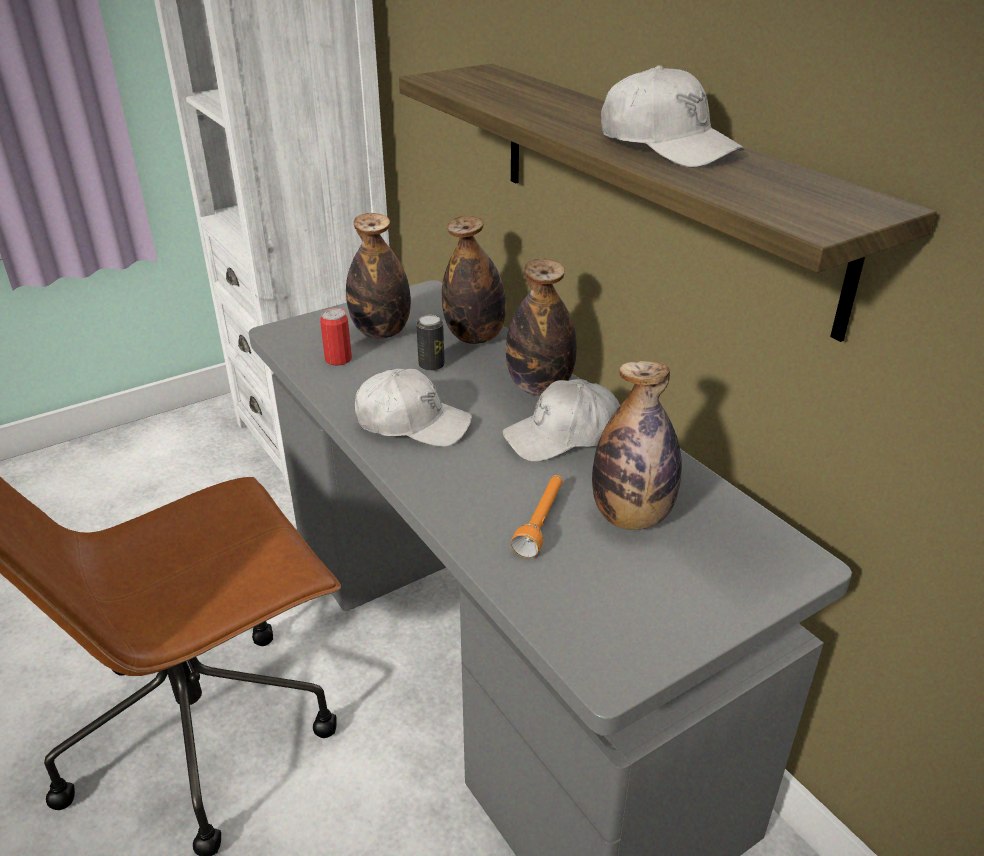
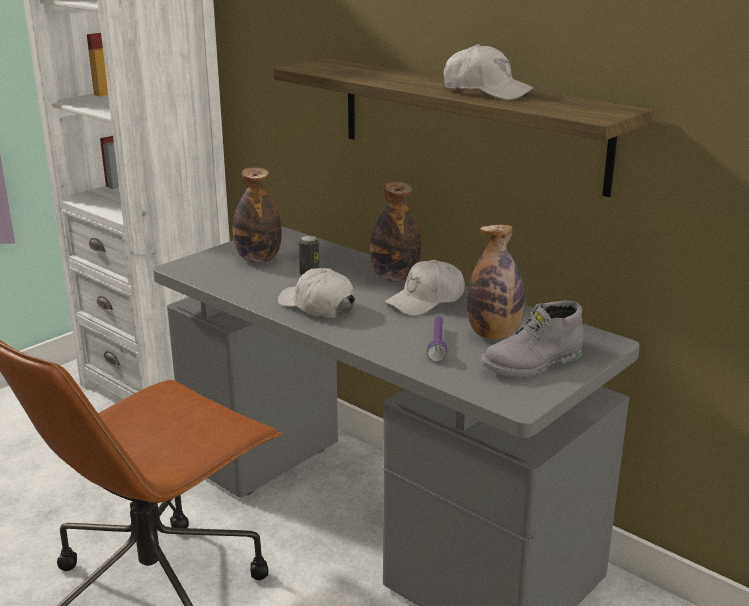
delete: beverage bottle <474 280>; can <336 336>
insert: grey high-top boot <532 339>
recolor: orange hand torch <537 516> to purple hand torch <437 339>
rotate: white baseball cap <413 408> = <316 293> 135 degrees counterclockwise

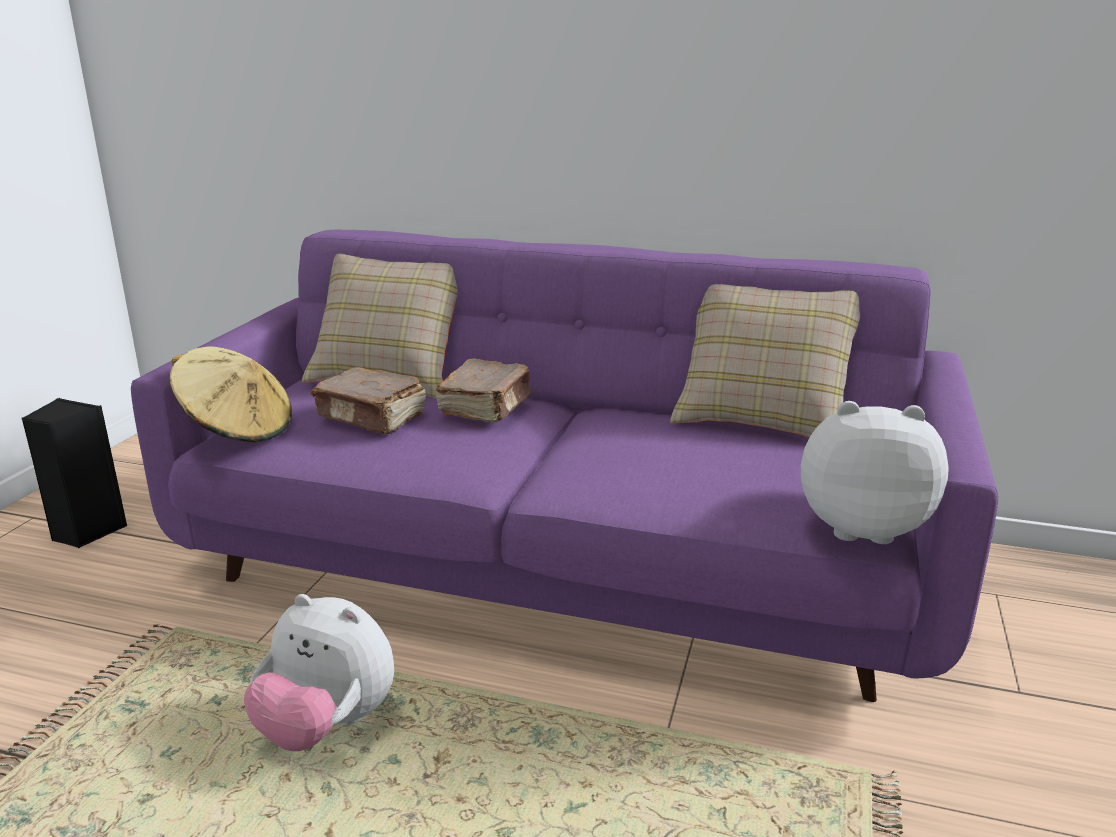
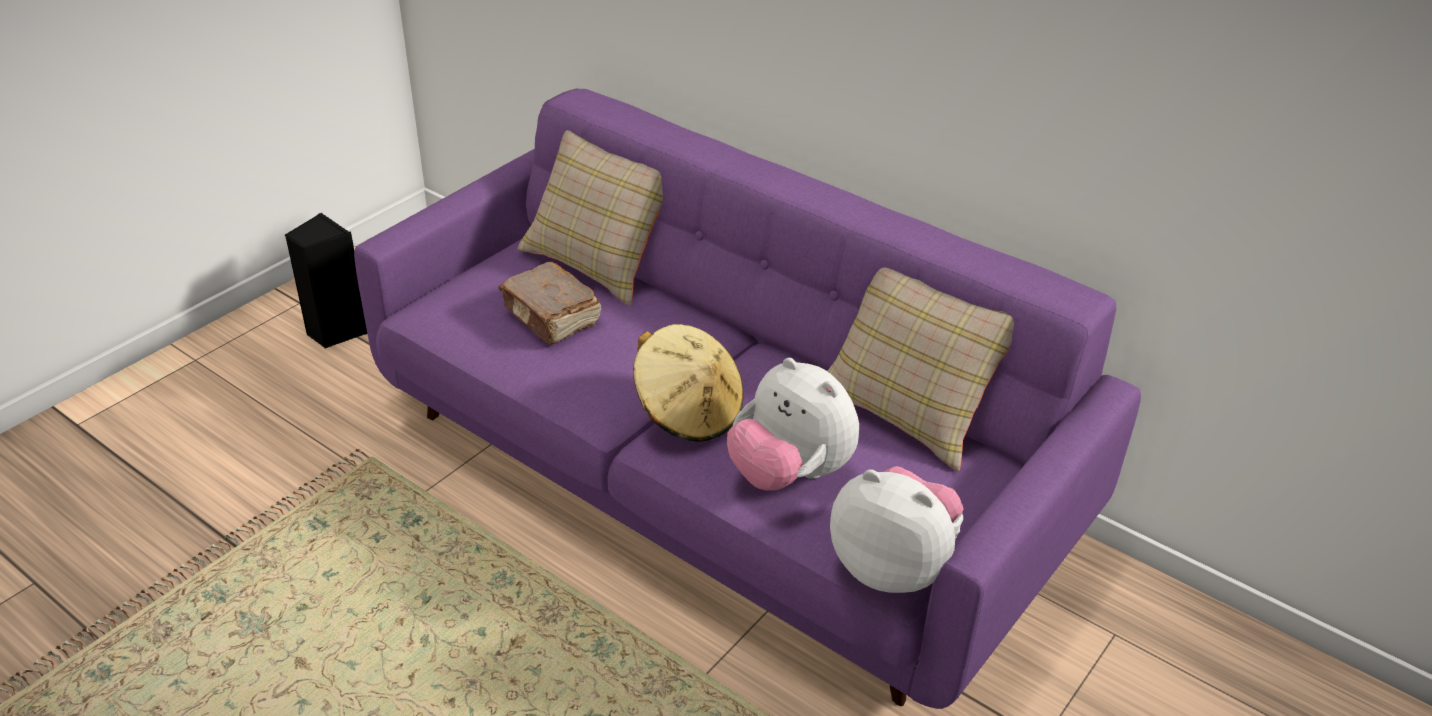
delete: brownish book <483 390>
move: sand-coloured clothing hat <230 394> to <688 383>; plush toy <319 672> to <793 424>

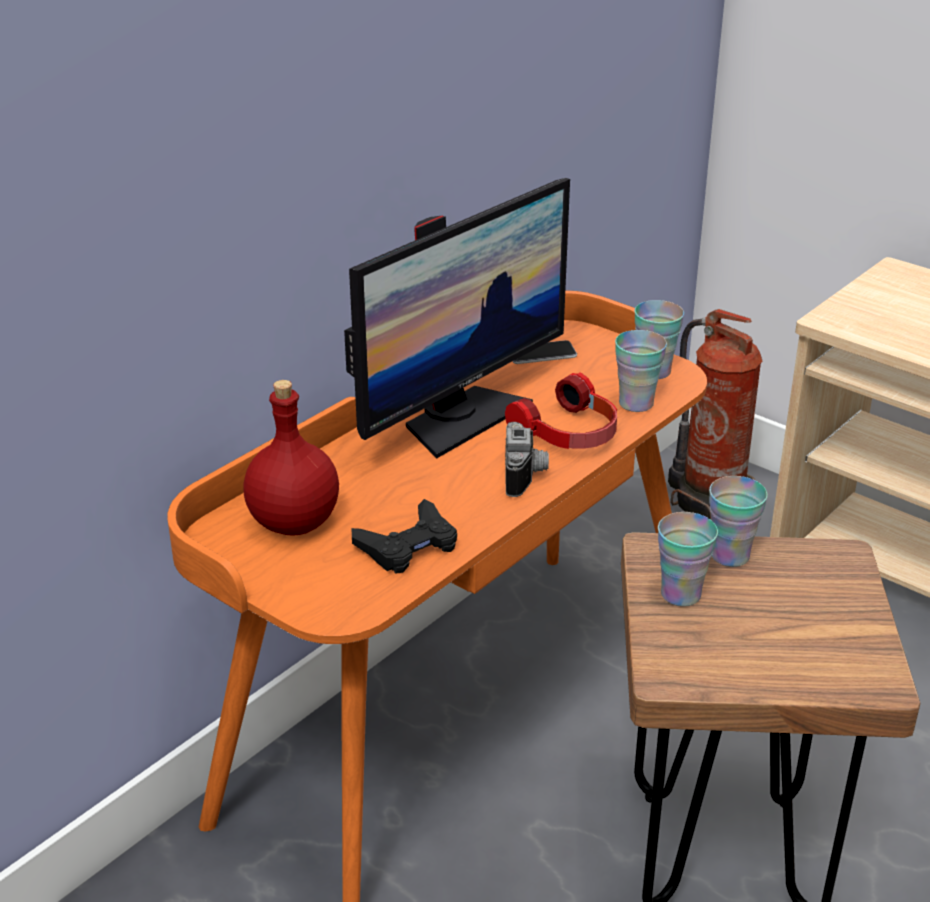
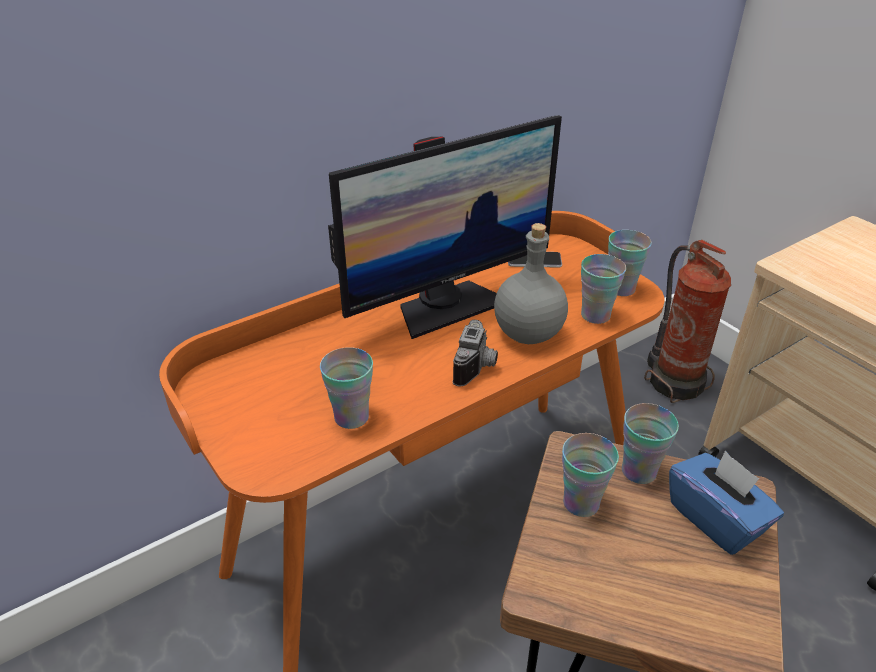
delete: red beverage bottle <291 458>
insert: blue box of tissues <726 502>
replace: headphones <561 410> to grey beverage bottle <531 283>; blackish gamepad <404 536> to drinking cup <346 388>

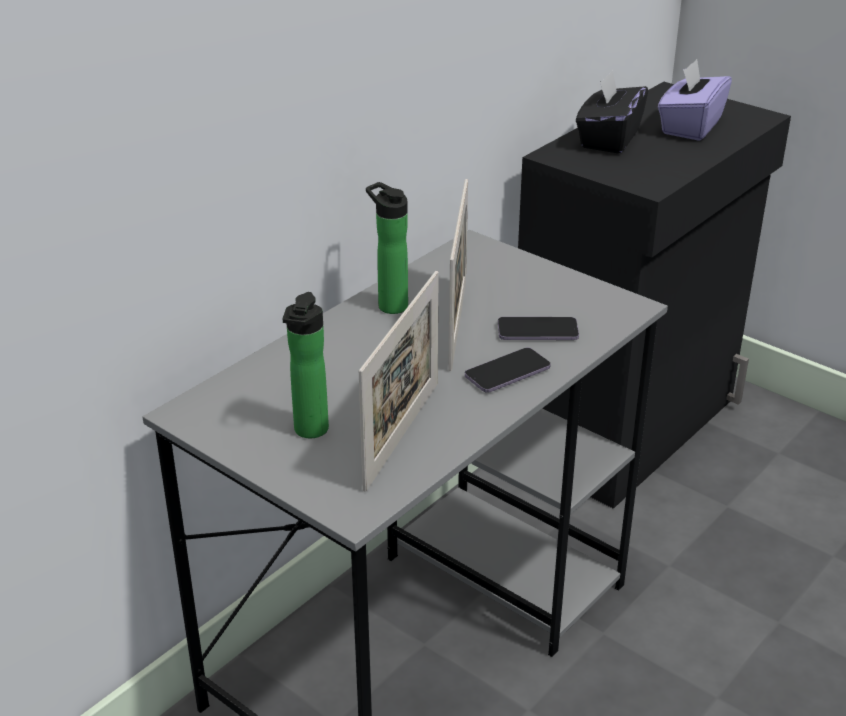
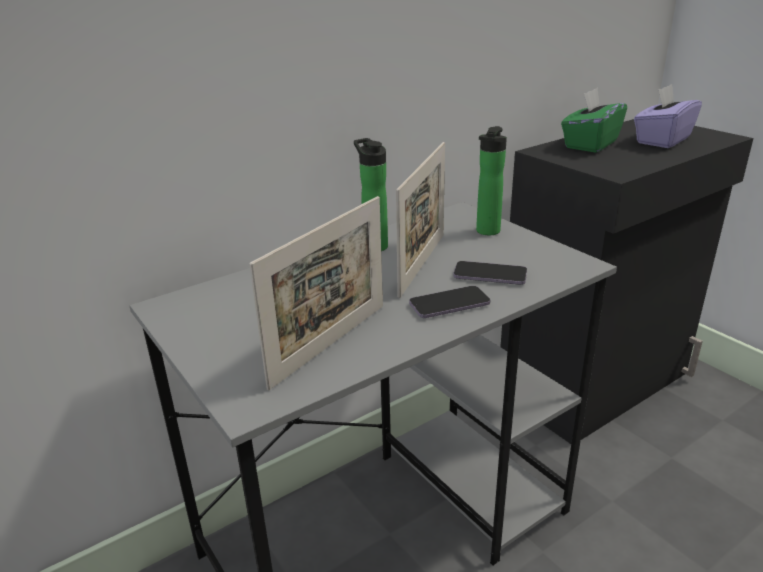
move: beverage bottle <306 365> to <491 180>
recolor: blackish box of tissues <612 112> to greenish box of tissues <594 120>

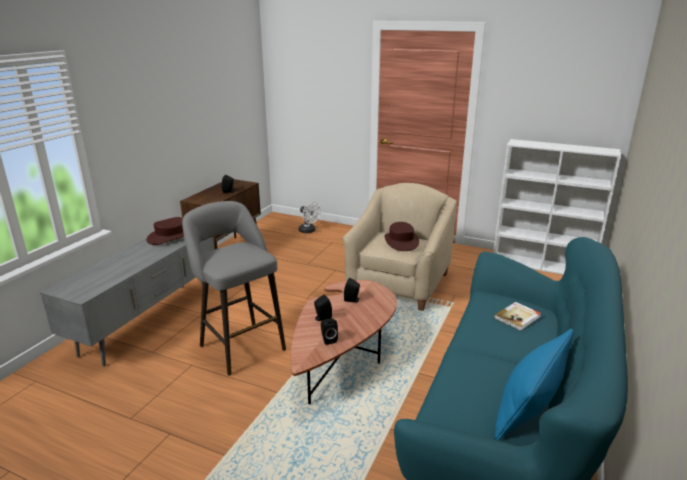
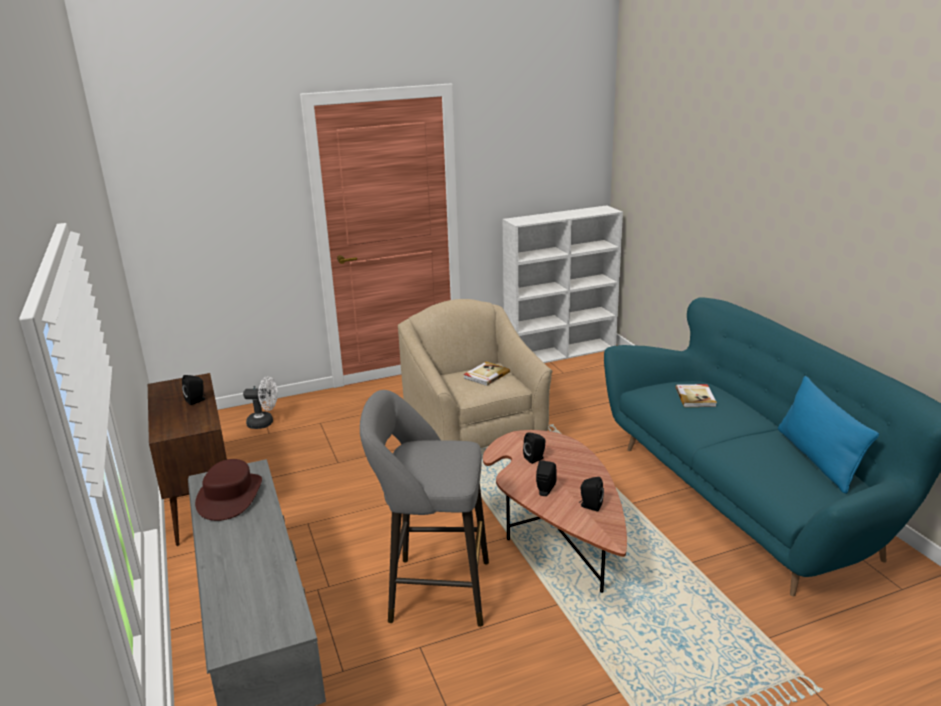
replace: brownish clothing hat <402 236> to book <486 374>

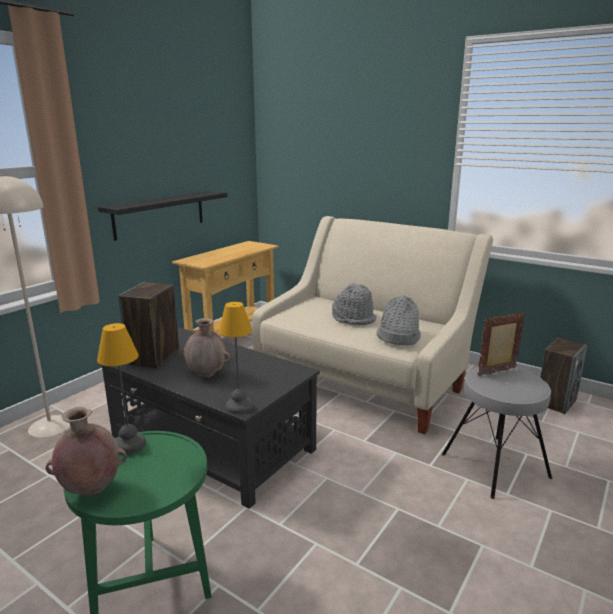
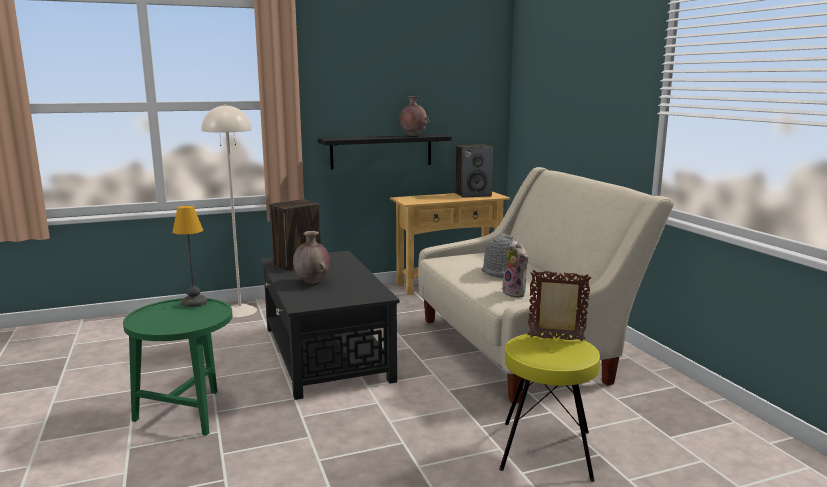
delete: tabletop lamp <236 358>
move: speaker <564 376> to <474 171>; brownish flower vase <86 451> to <413 116>
replace: grey clothing hat <398 320> to plush toy <515 269>
recolor: grey sitting stool <497 432> to yellow-coloured sitting stool <549 407>

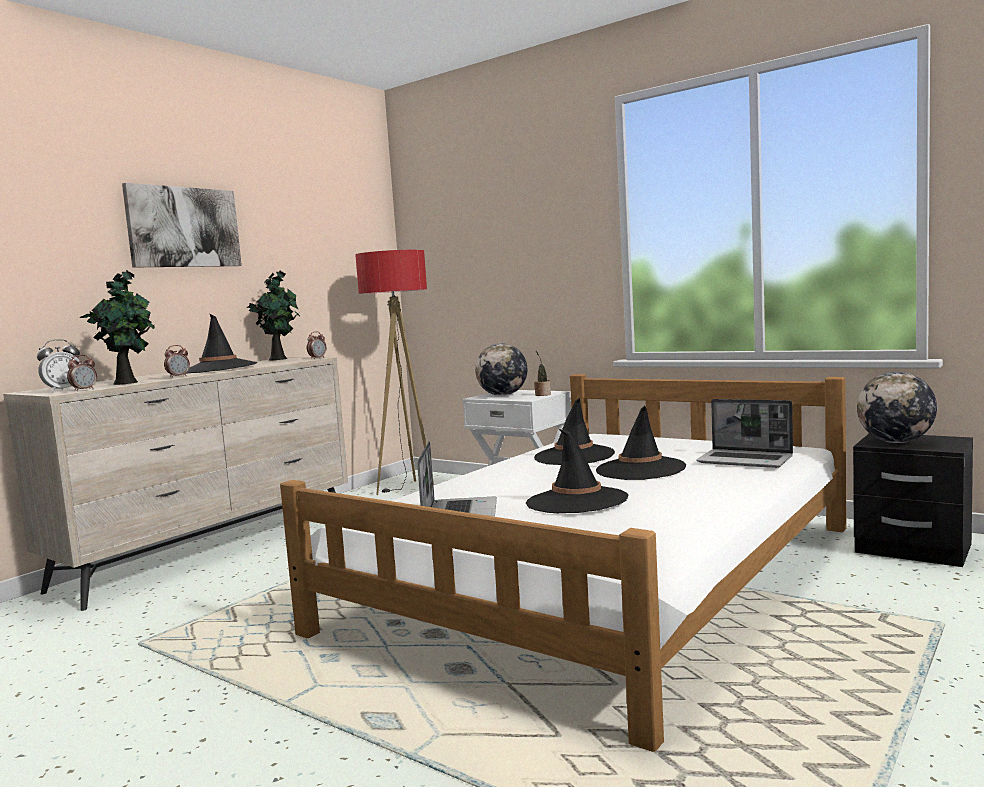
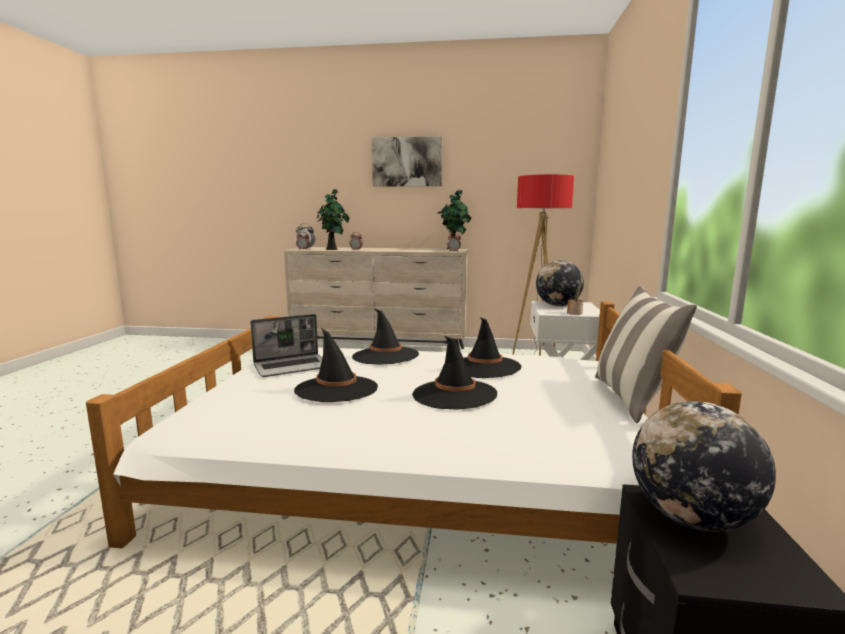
delete: portable computer <745 433>
insert: throw pillow <646 354>
move: blackish clothing hat <221 343> to <385 337>

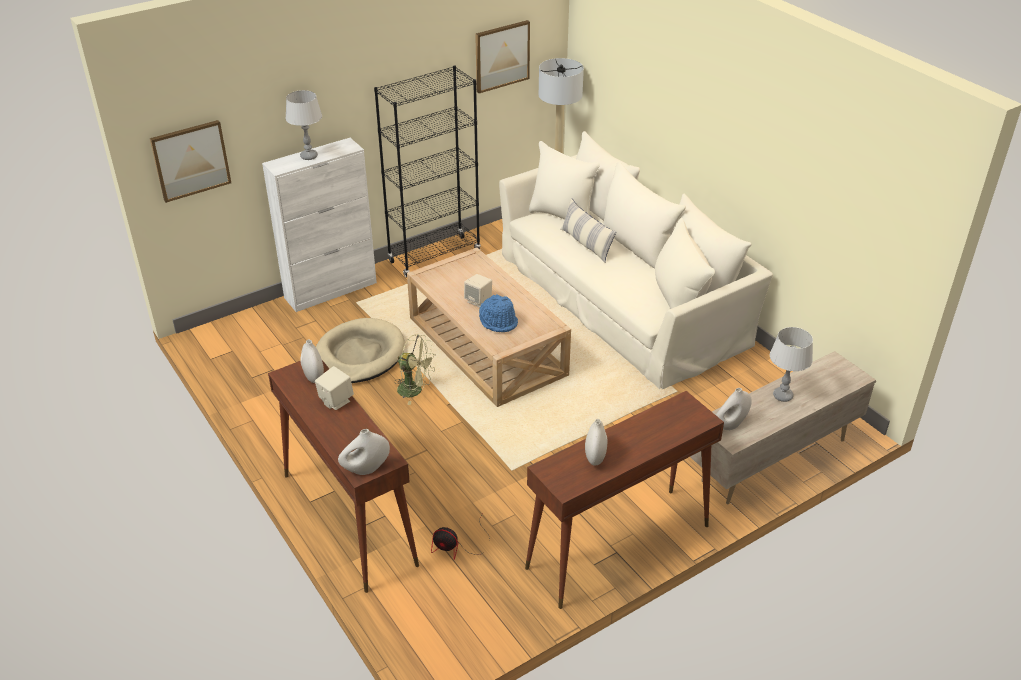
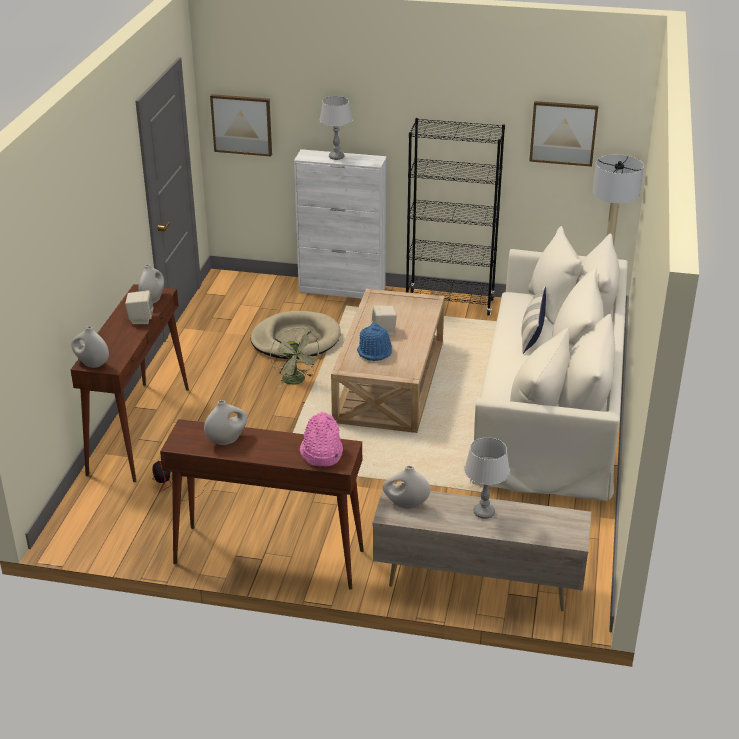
insert: pink-coloured clothing hat <321 439>

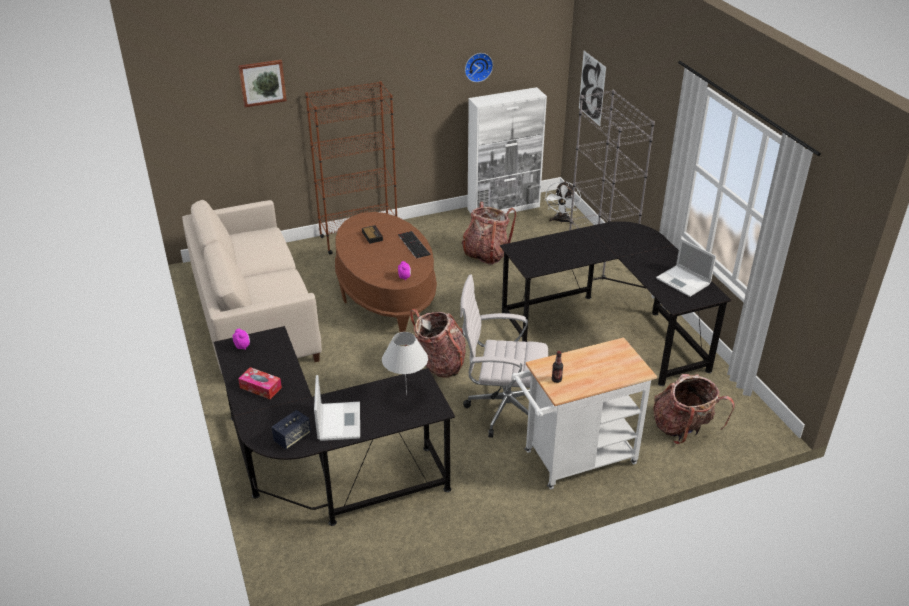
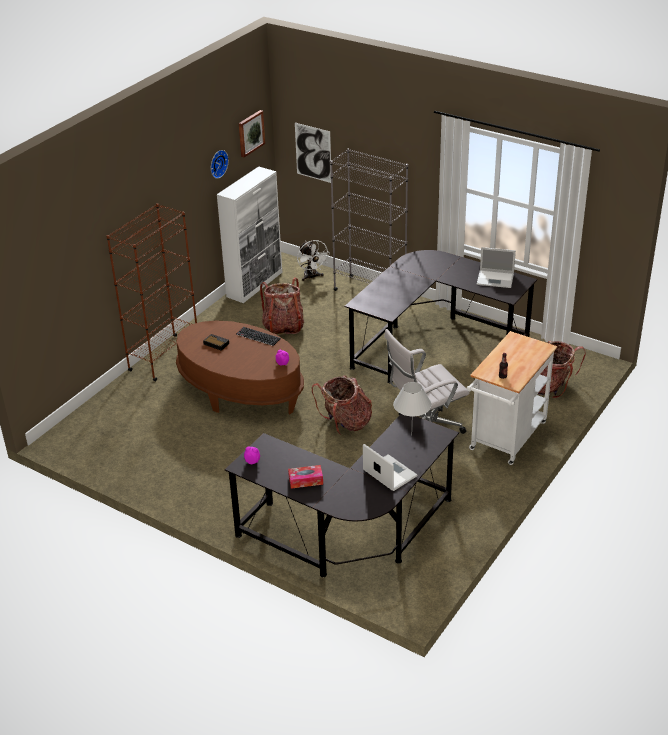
delete: sand-coloured couch <252 287>; speaker <291 429>
move: wall picture <262 83> to <252 133>

